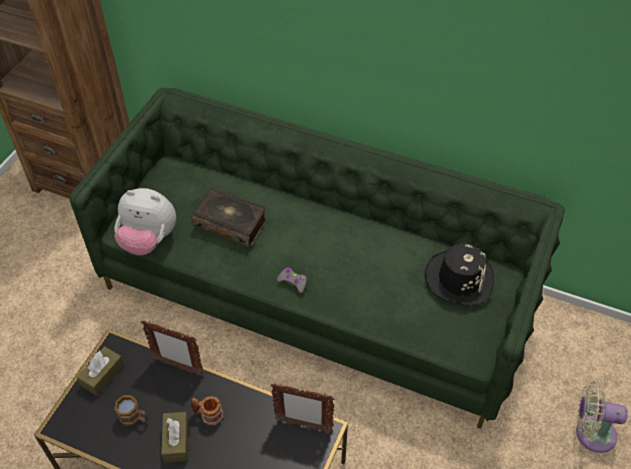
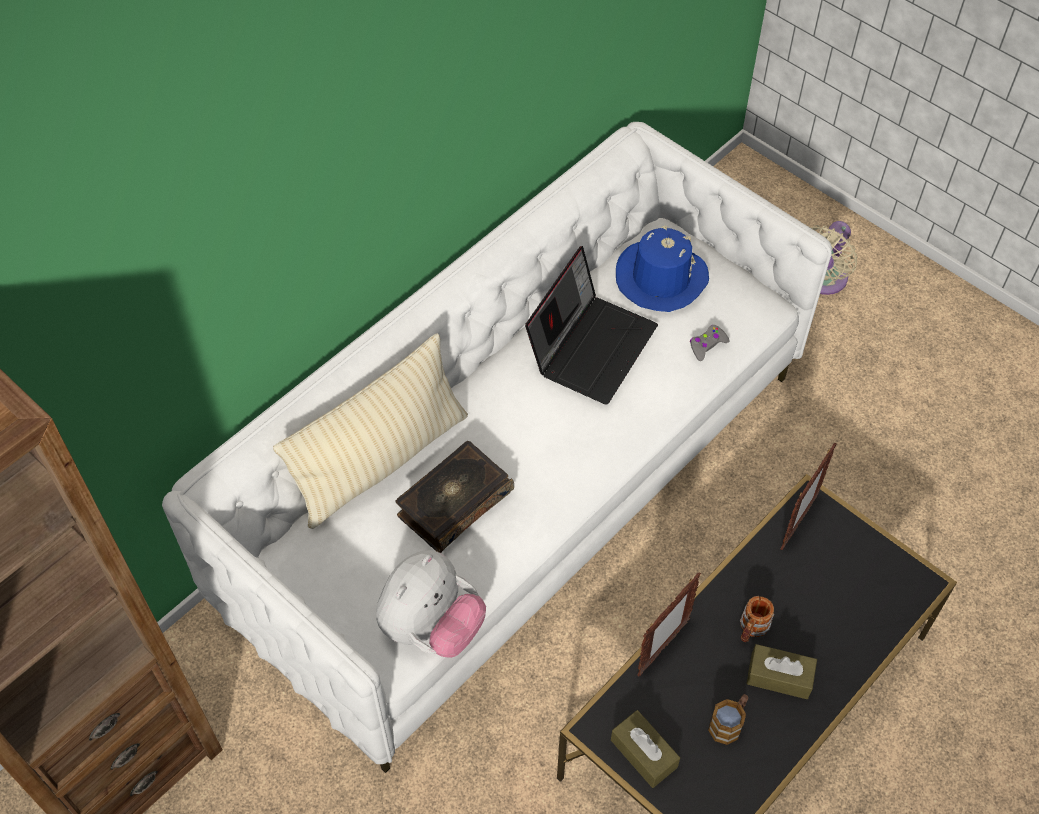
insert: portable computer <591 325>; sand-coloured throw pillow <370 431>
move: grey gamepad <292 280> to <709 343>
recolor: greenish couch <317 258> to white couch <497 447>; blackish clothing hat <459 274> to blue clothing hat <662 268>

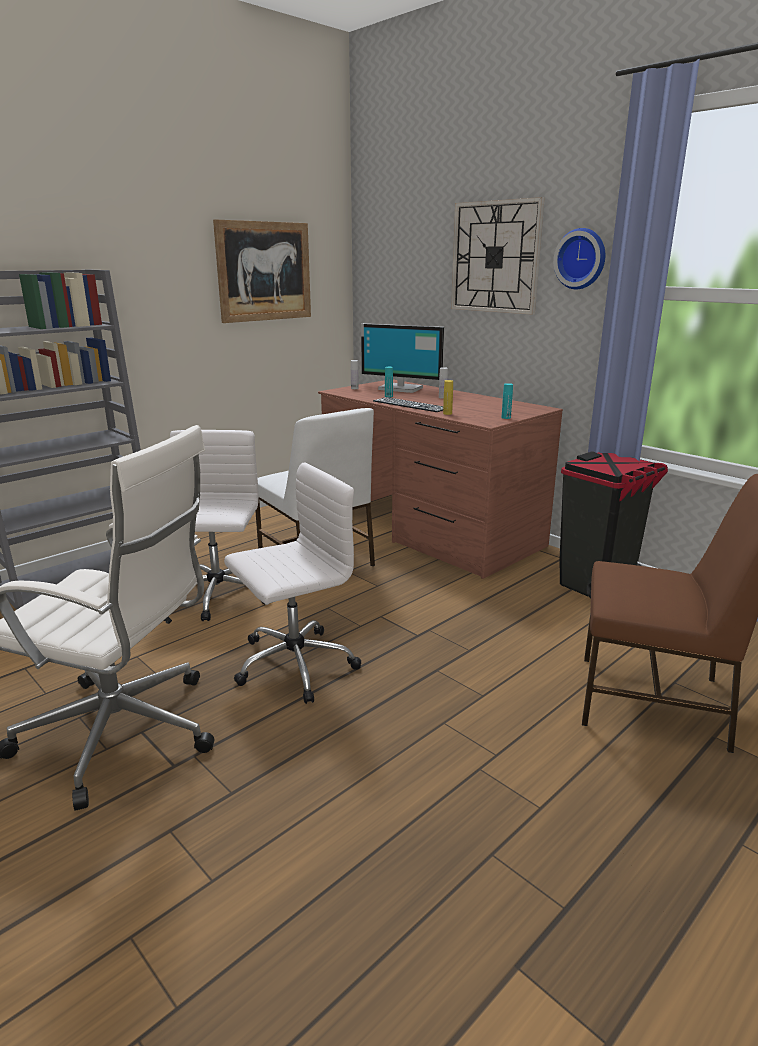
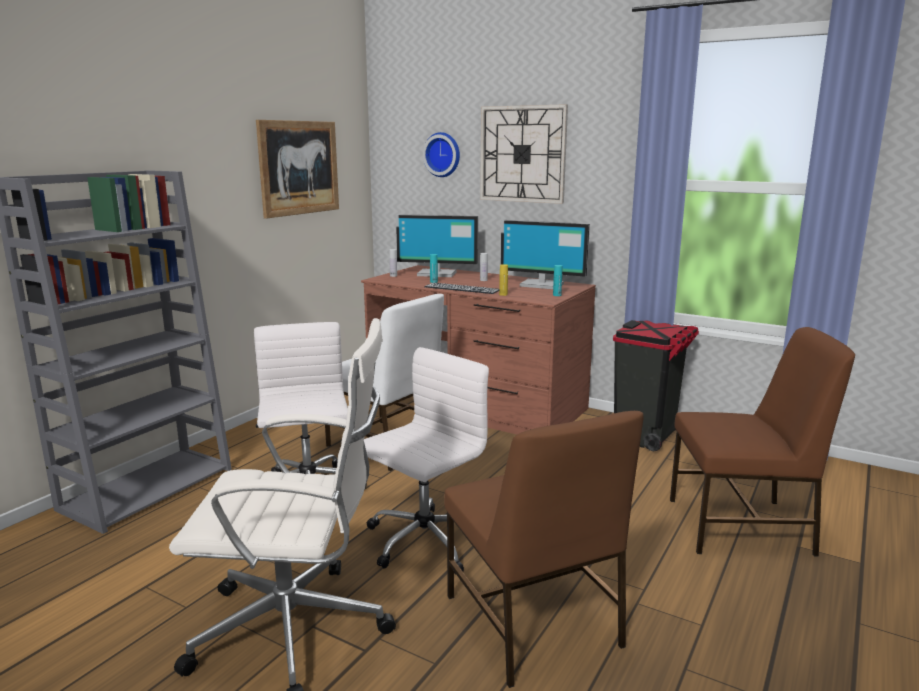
insert: monitor <545 254>; brownish plain chair <544 549>
move: hanging clock <579 258> to <441 154>

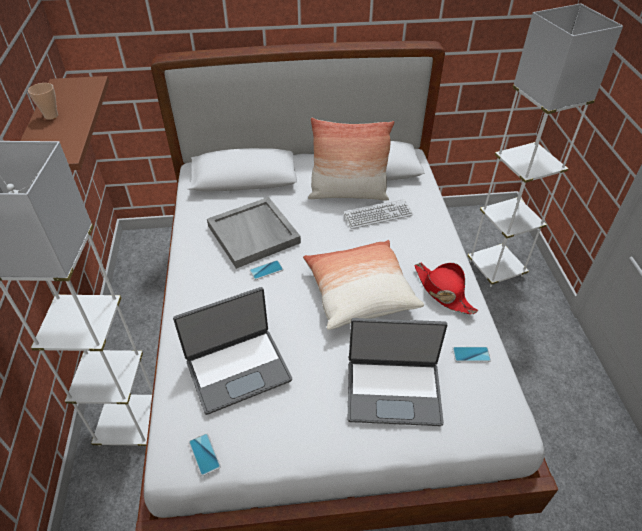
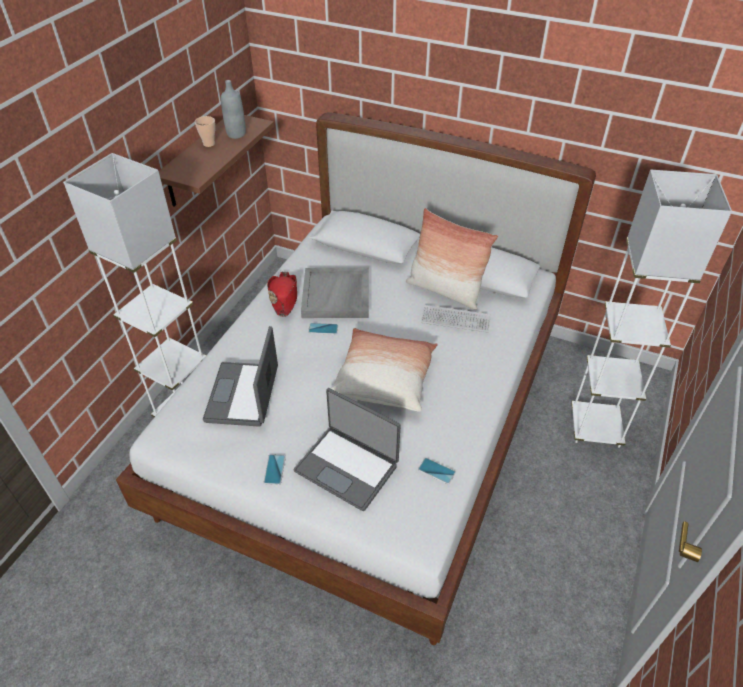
insert: grey beverage bottle <233 109>
move: red clothing hat <446 288> to <282 294>; telephone <205 454> to <275 469>
rotate: portable computer <232 351> = <240 376> 90 degrees clockwise

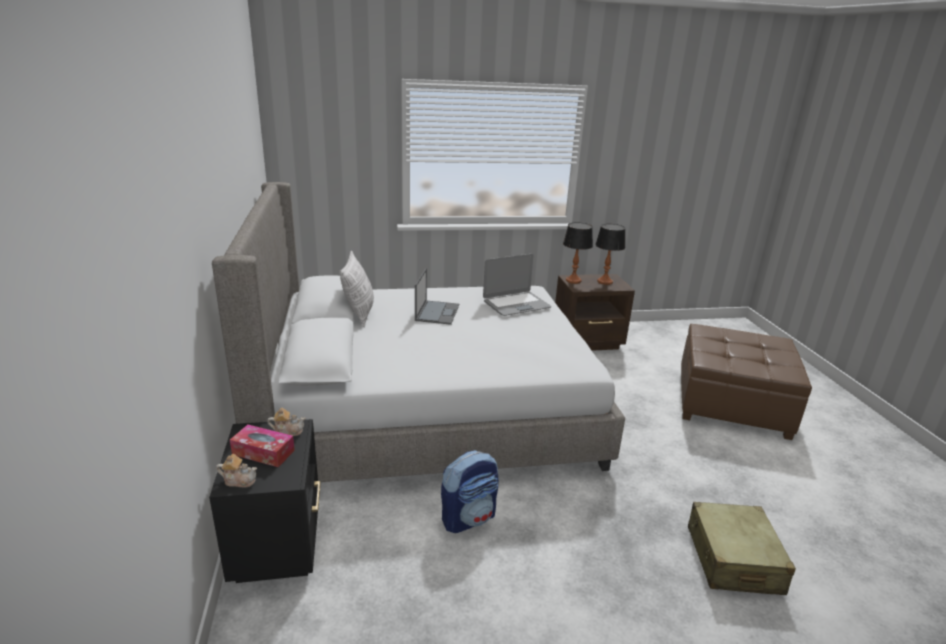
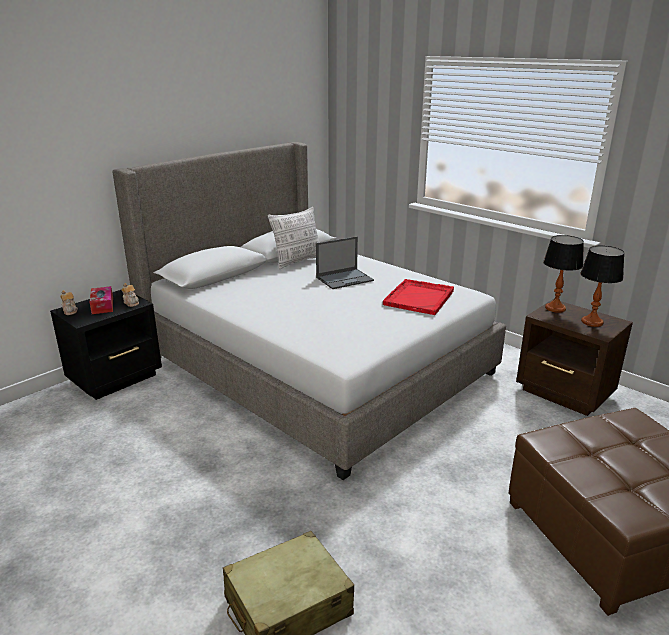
delete: backpack <470 491>
replace: portable computer <517 285> to red tray <418 297>

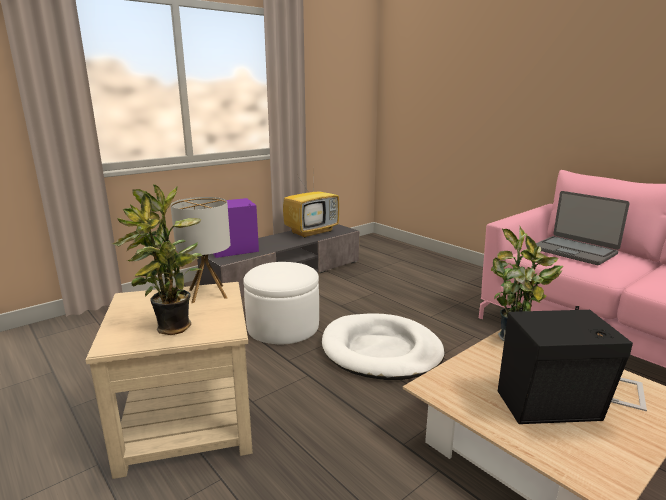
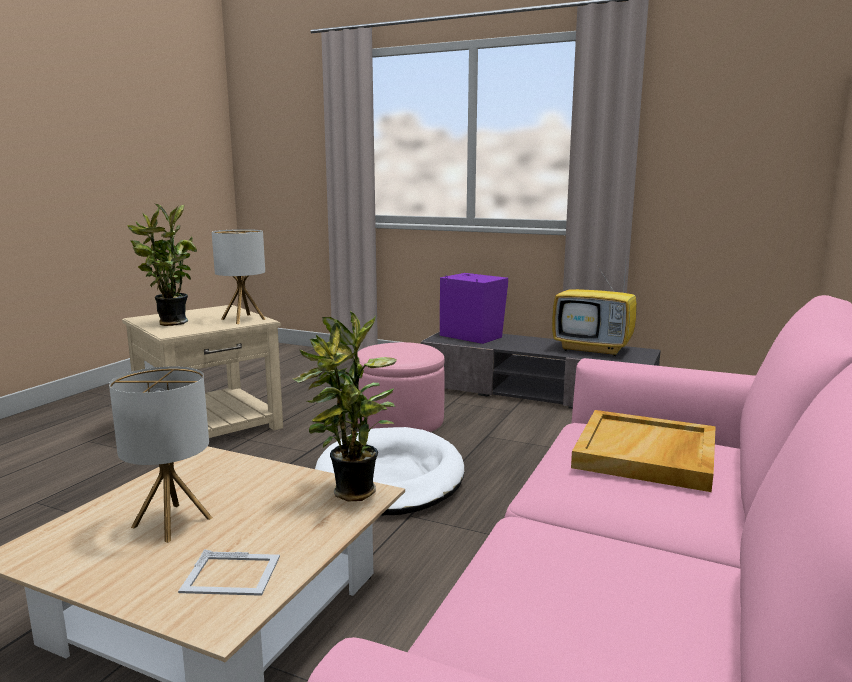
replace: portable computer <583 228> to sand-coloured tray <643 451>; blackish speaker <565 365> to tabletop lamp <160 454>
recolor: white footrest <281 303> to pink-coloured footrest <399 387>

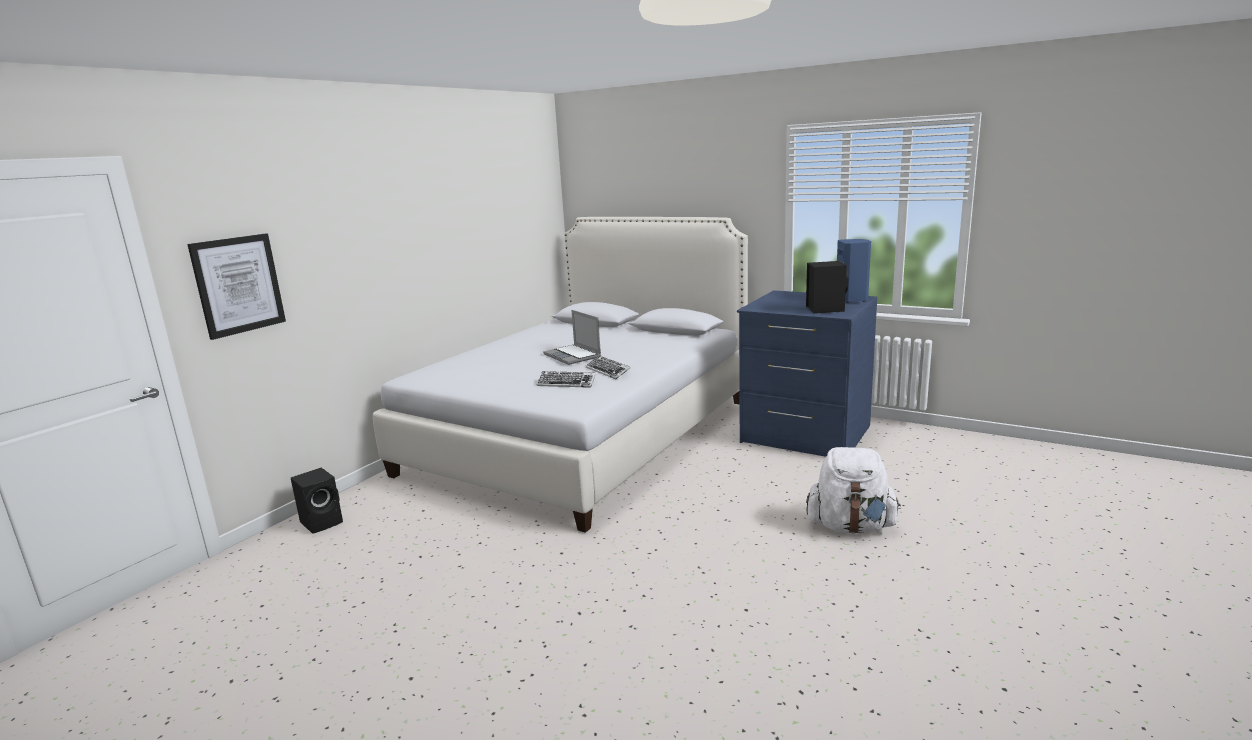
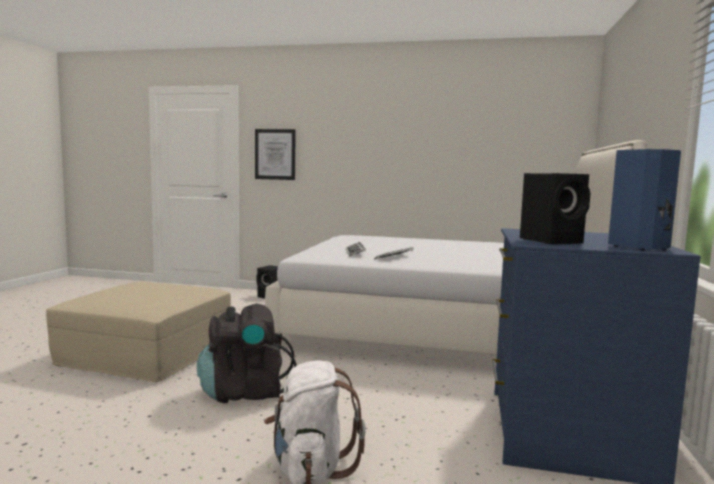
delete: portable computer <572 337>
insert: sand-coloured footrest <138 331>; blackish backpack <247 353>

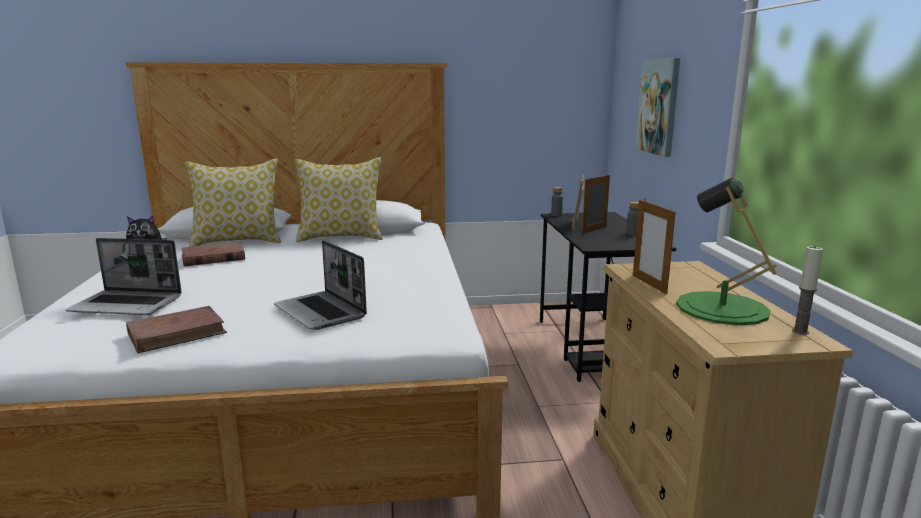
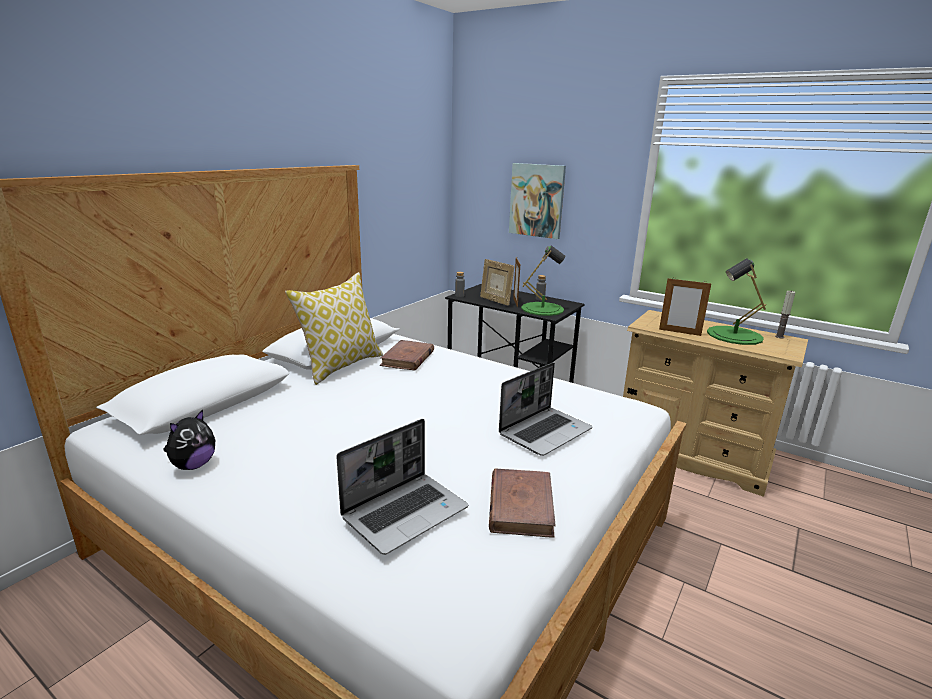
delete: throw pillow <233 203>
insert: greenish tabletop lamp <543 280>
move: brownish book <213 254> to <407 355>
rotate: portable computer <320 285> = <545 409> 45 degrees counterclockwise

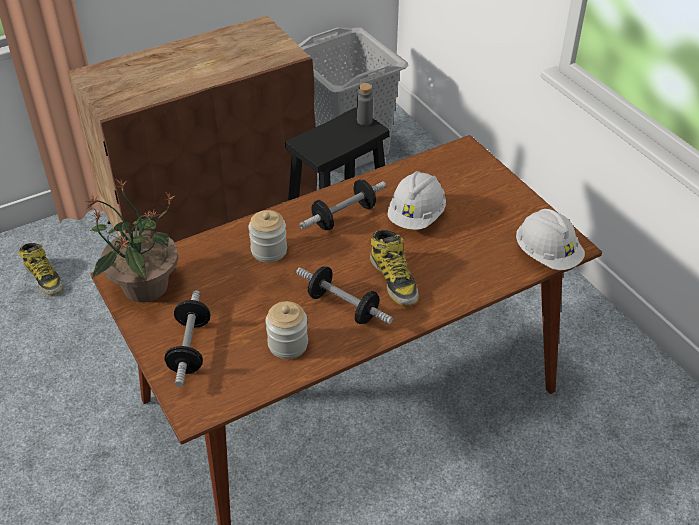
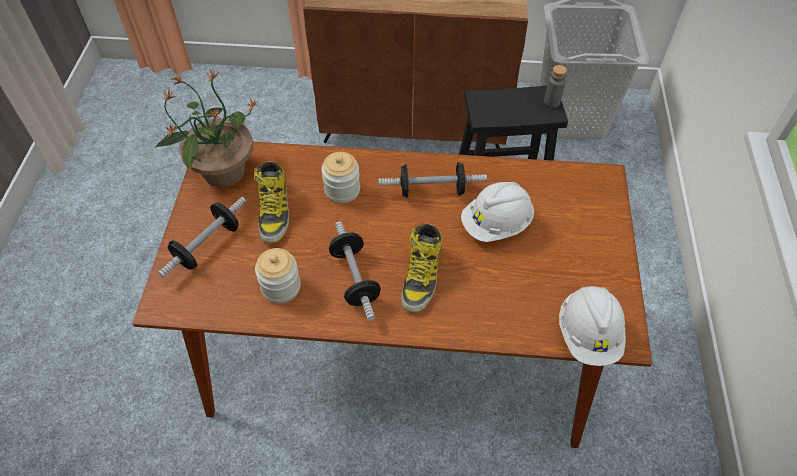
move: high-top boot <40 269> to <271 202>

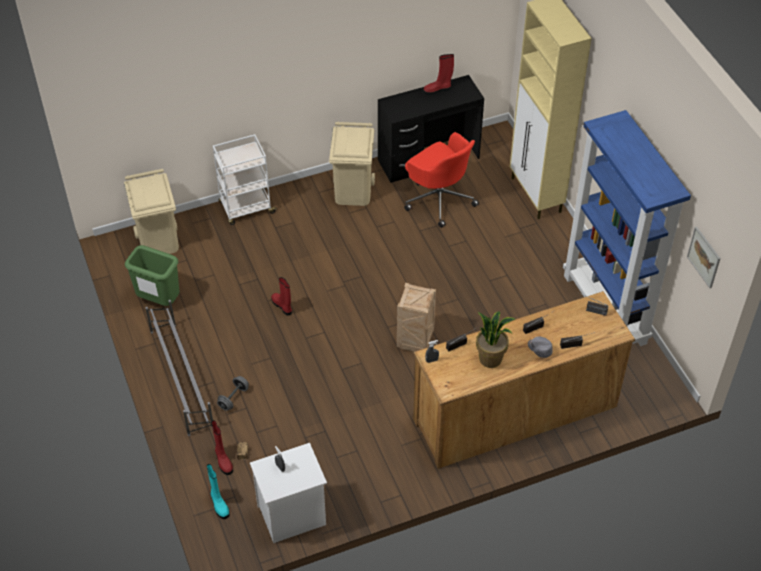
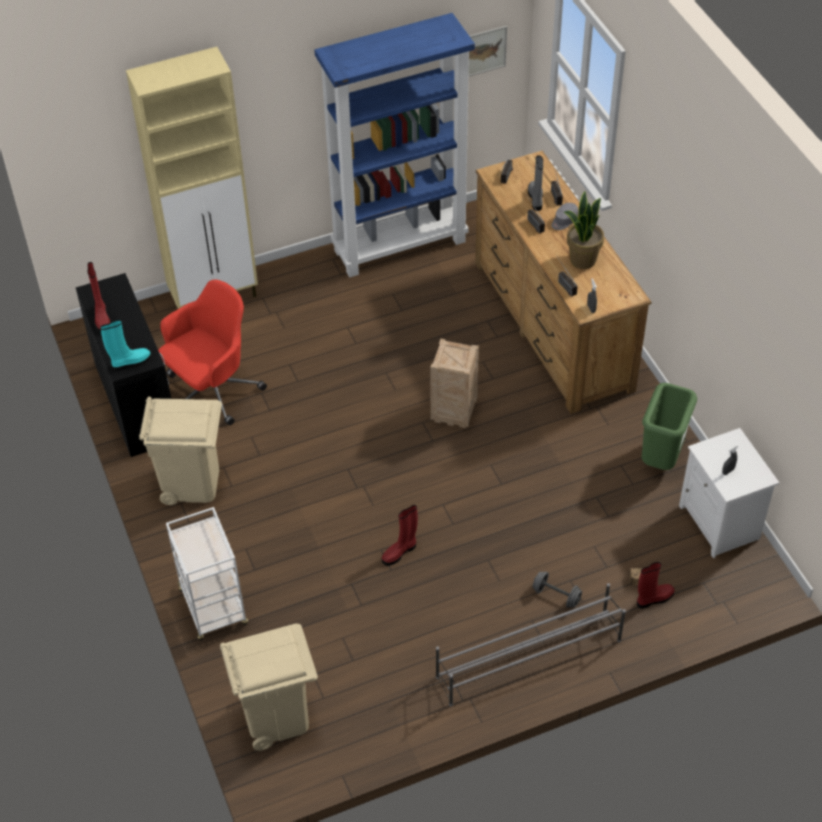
insert: grey high-top boot <535 183>
move: greenish rubbish bin <152 275> to <669 426>; blue-green high-top boot <218 491> to <125 345>

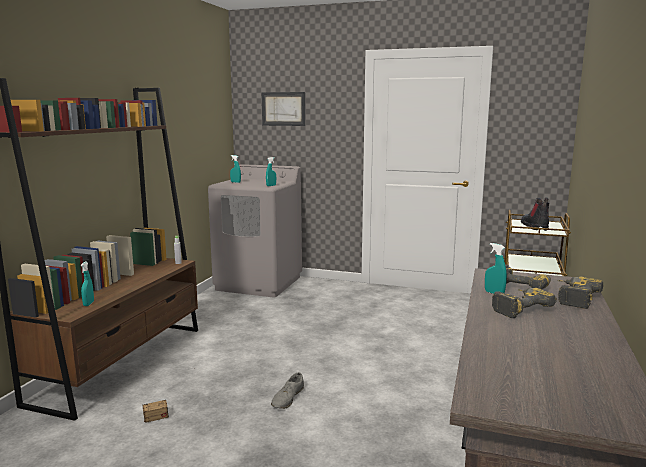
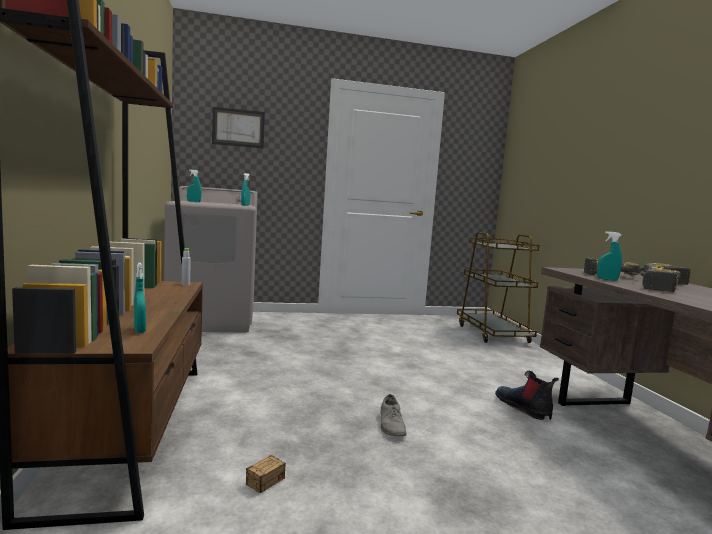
move: high-top boot <535 214> to <527 395>

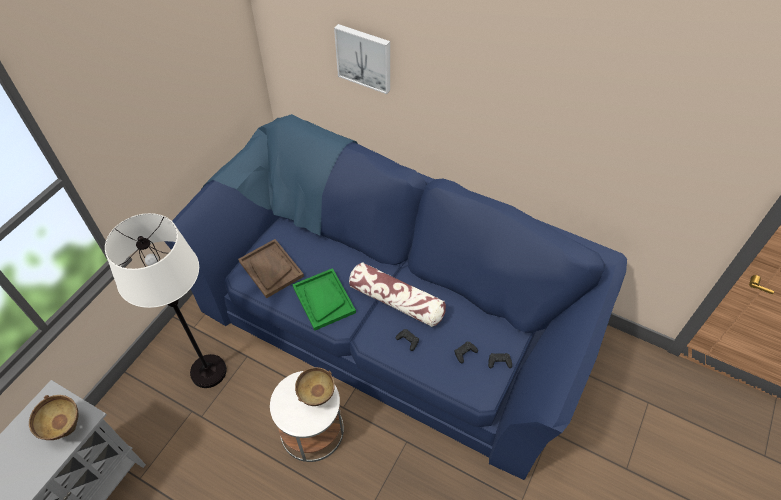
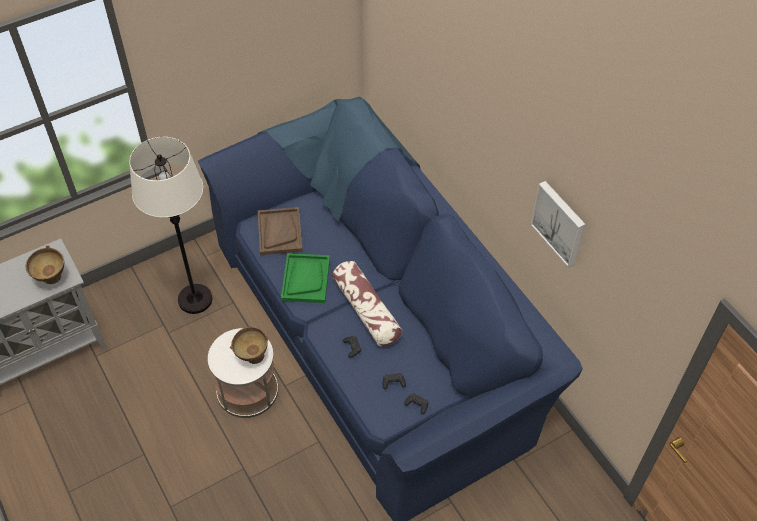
move: wall picture <362 59> to <558 224>

